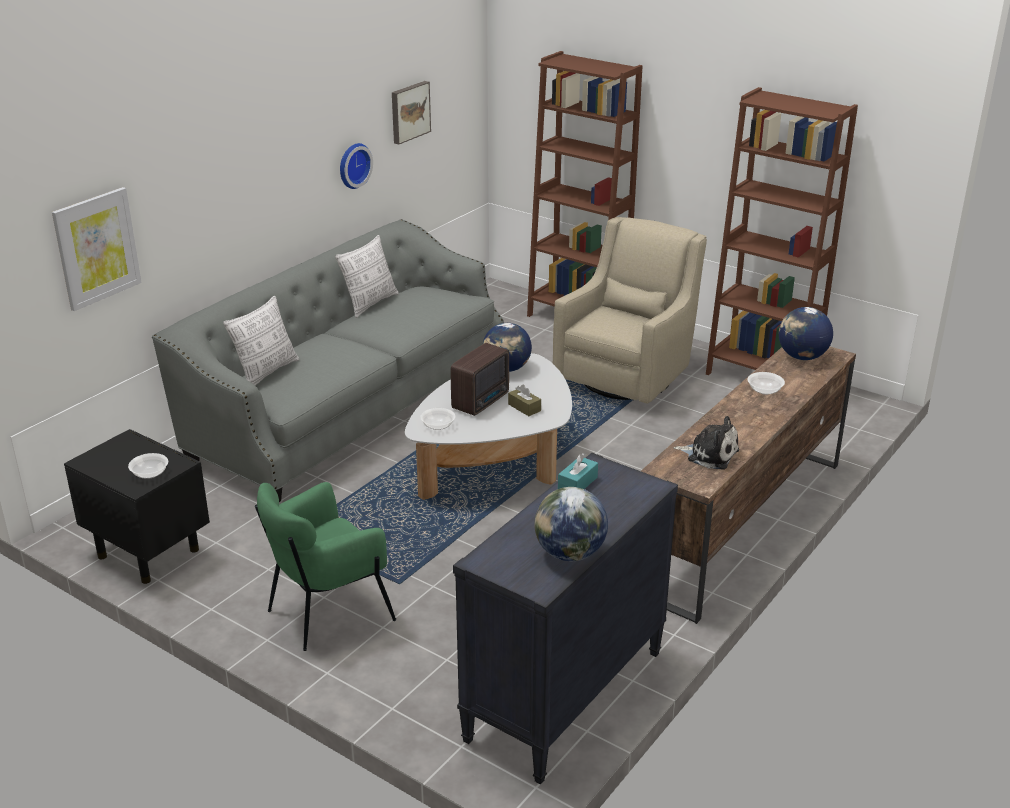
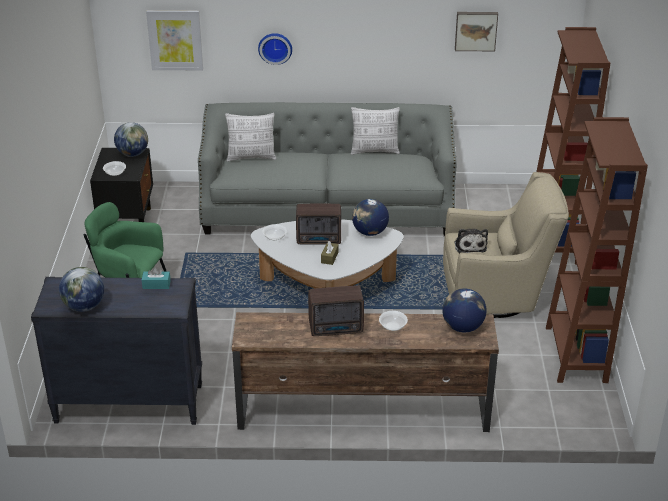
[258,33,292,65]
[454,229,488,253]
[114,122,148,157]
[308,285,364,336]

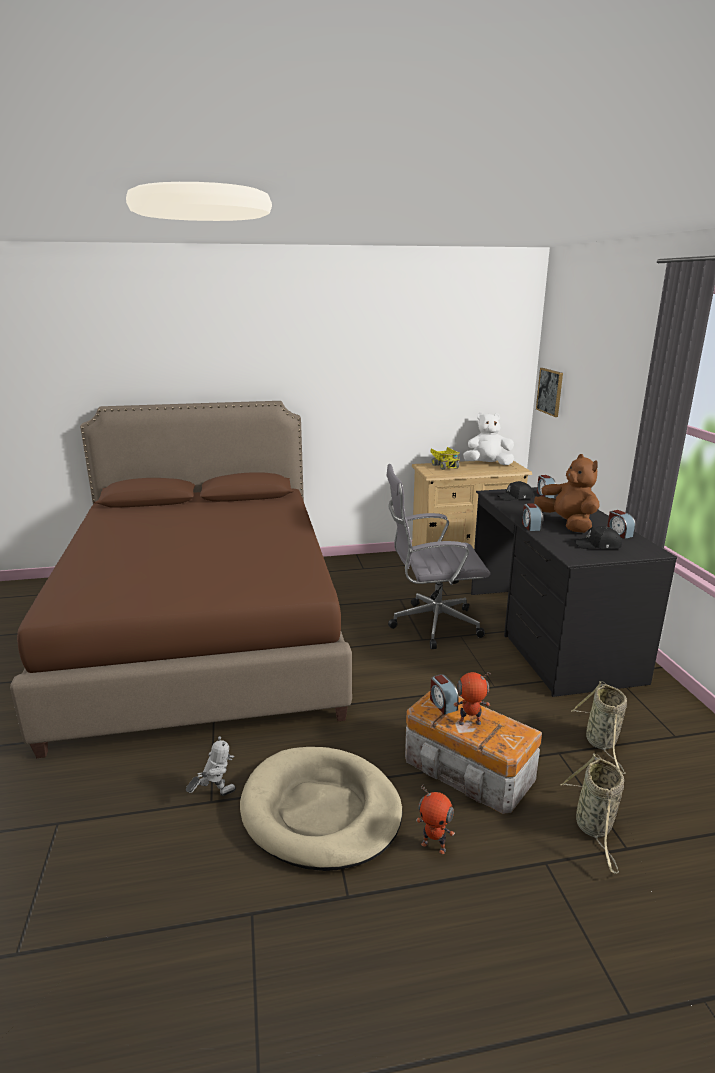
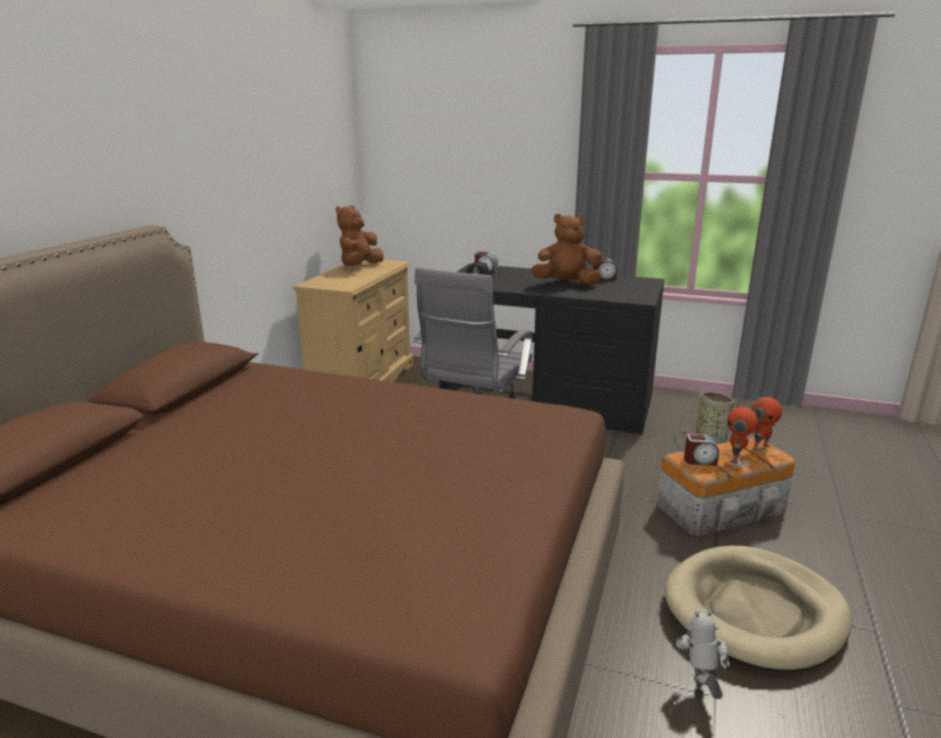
[752,396,782,452]
[431,447,460,470] (first image)
[336,205,384,266]
[522,503,543,531] (first image)
[536,368,563,417] (first image)
[561,753,624,874] (first image)
[574,526,622,549] (first image)

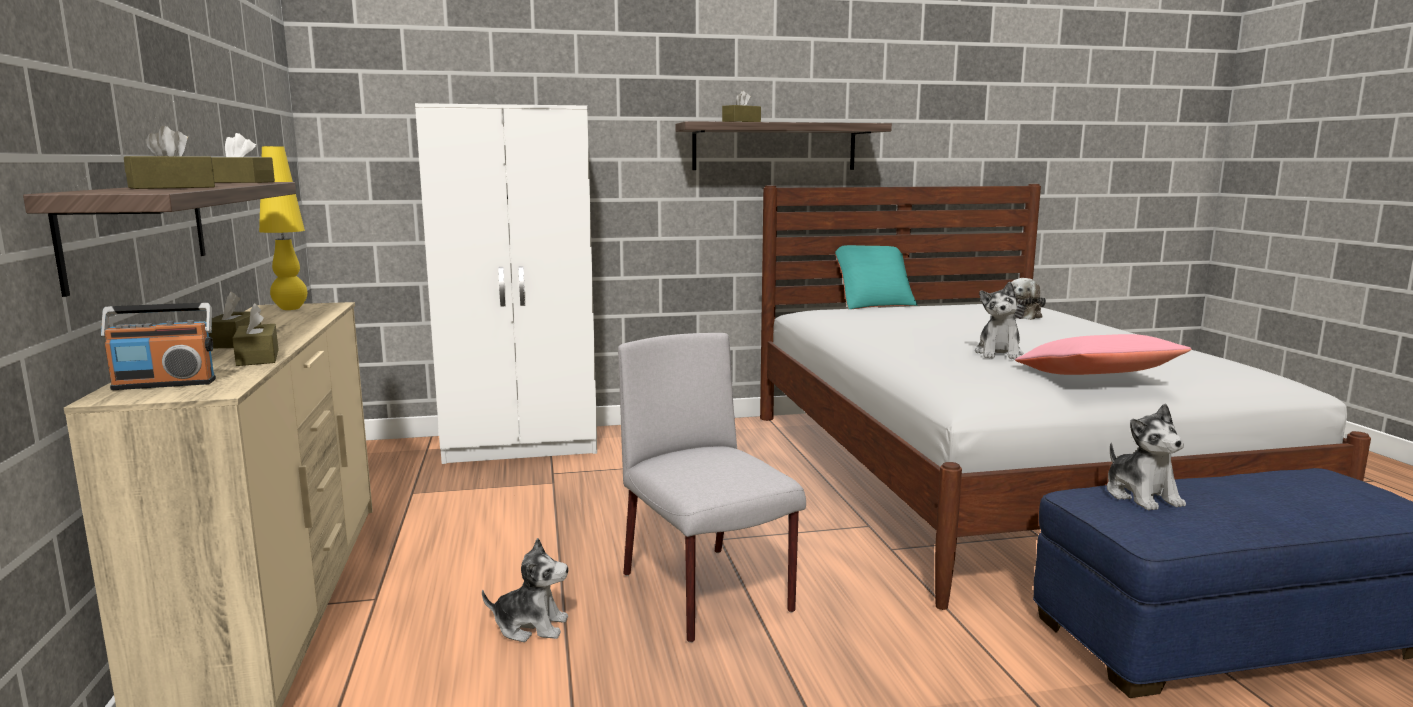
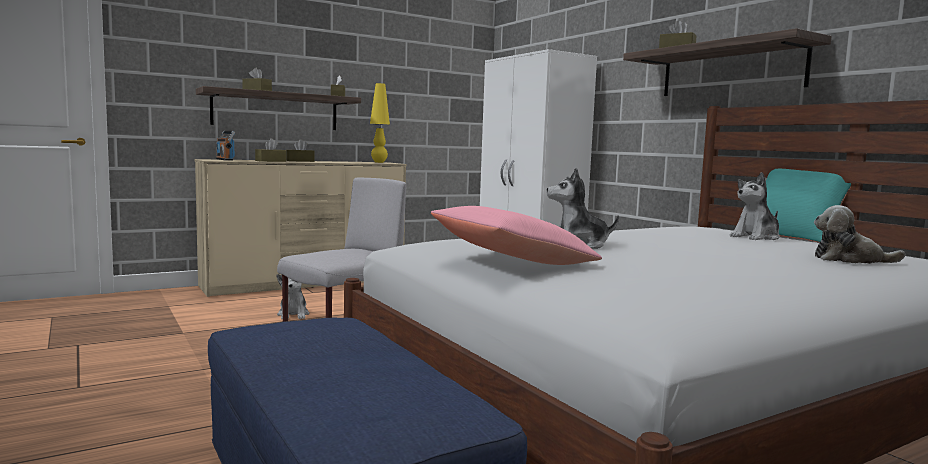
[730,172,780,240]

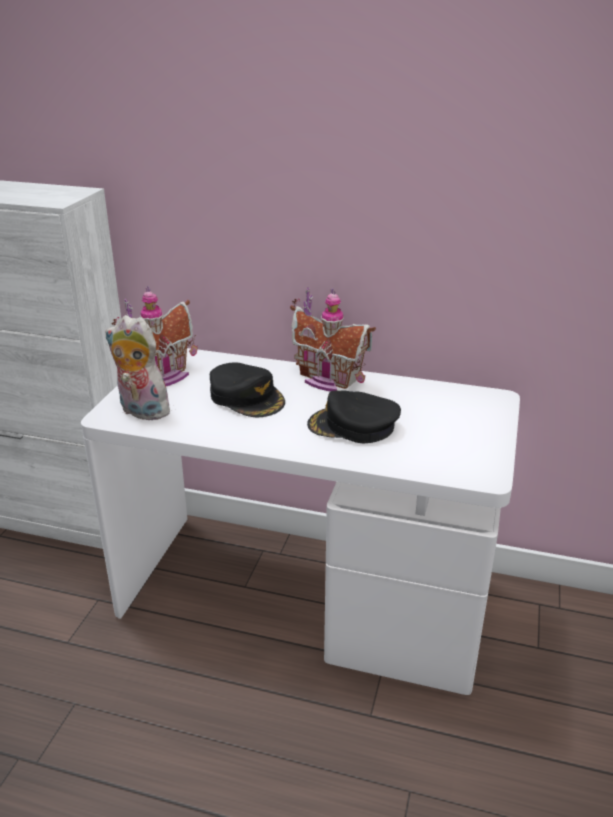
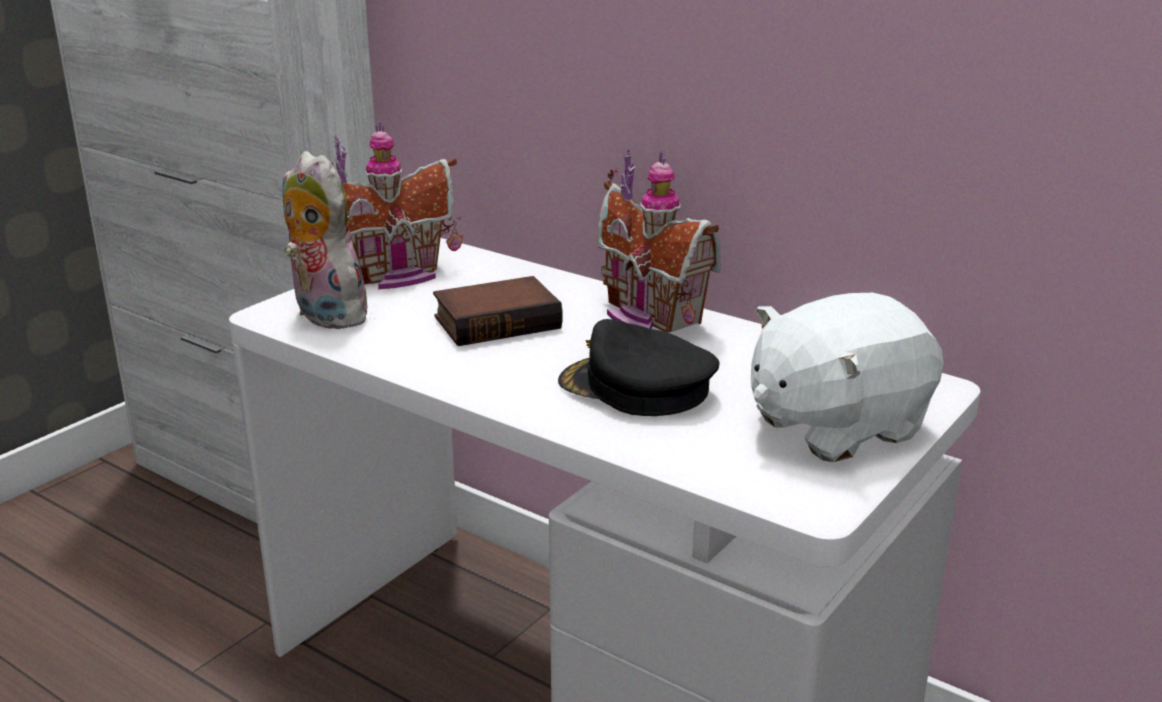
[433,276,563,346]
[751,293,944,462]

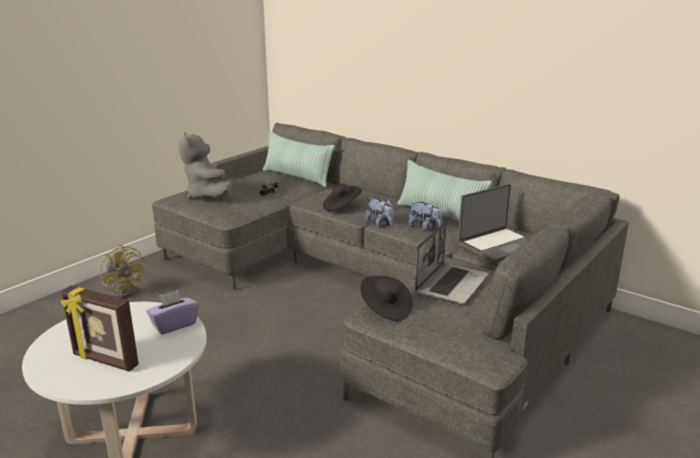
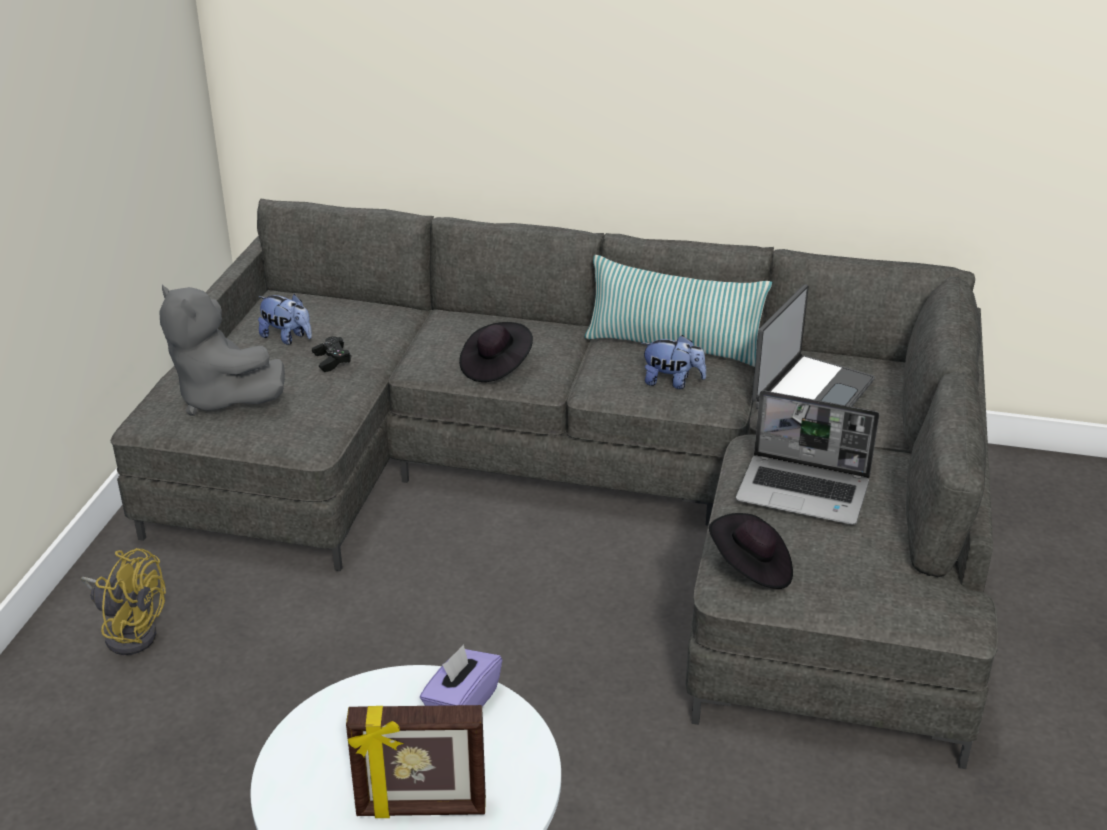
[263,132,335,187] (first image)
[258,294,312,345]
[736,390,879,525]

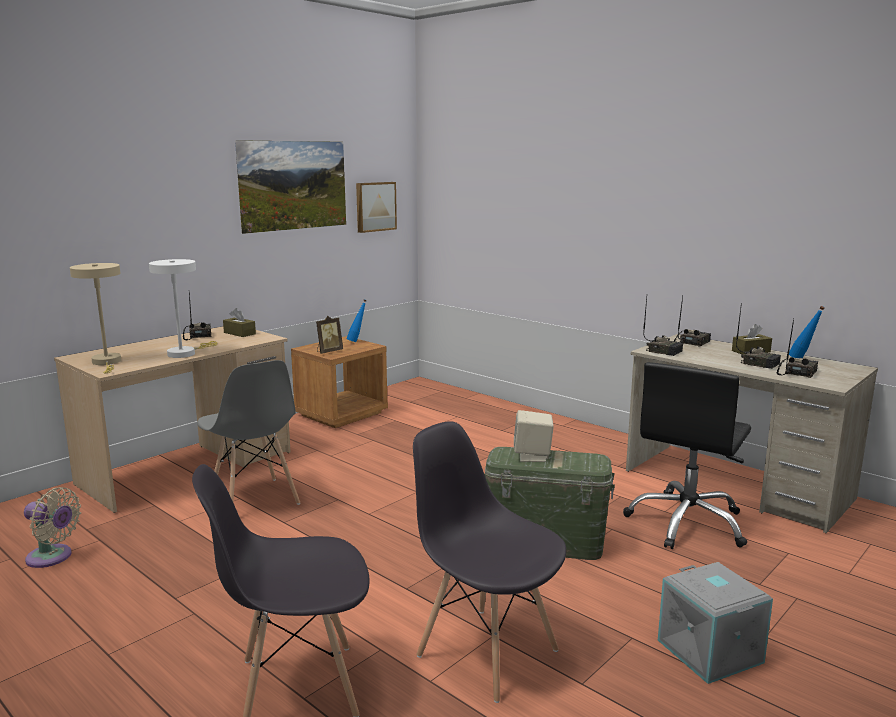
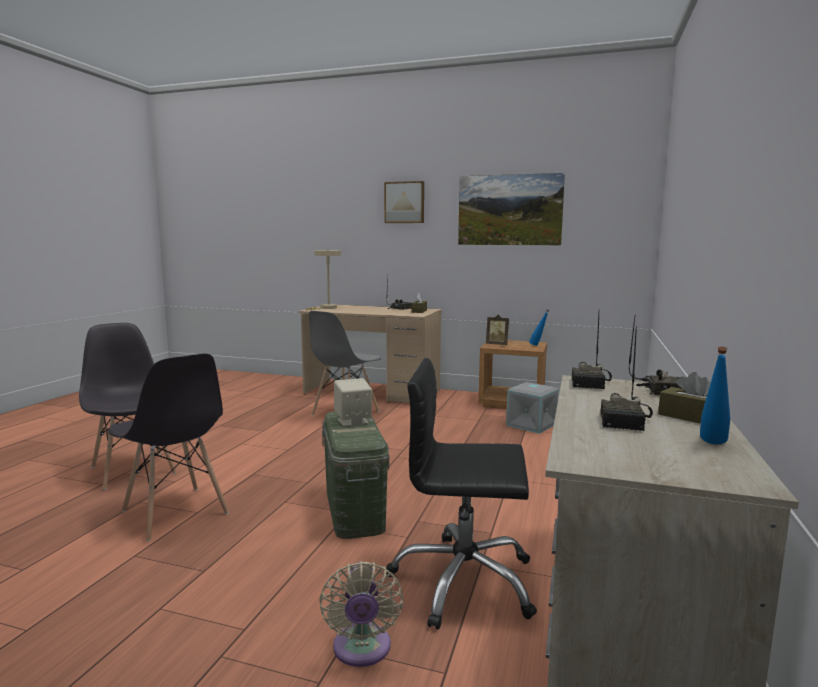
[319,561,403,667]
[149,259,217,358] (first image)
[384,181,424,223]
[108,354,229,542]
[506,382,559,434]
[777,318,818,378] (first image)

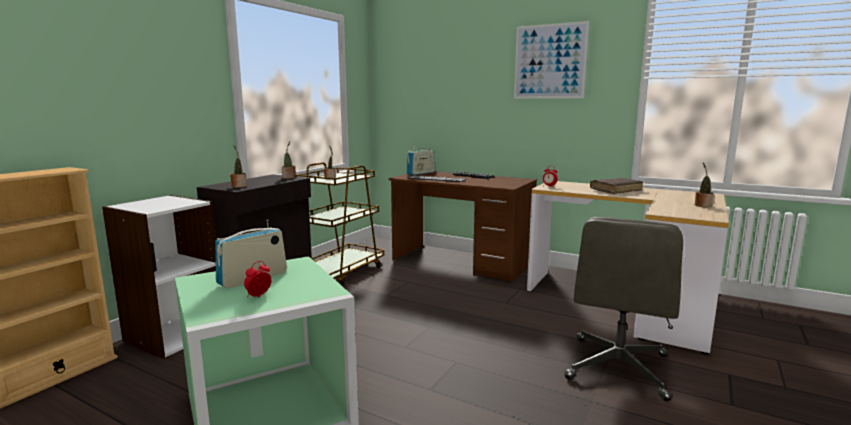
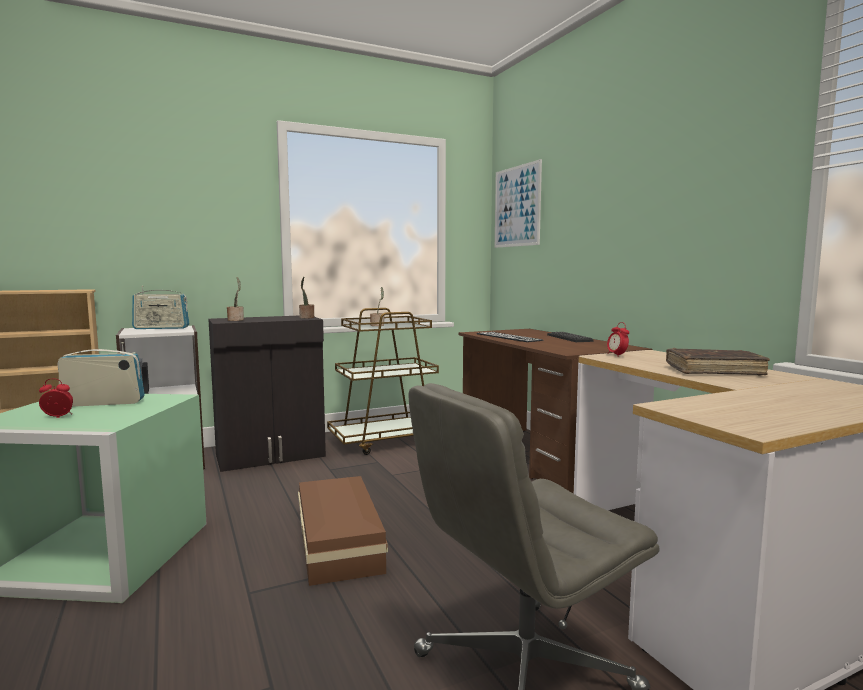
[132,286,189,329]
[495,159,542,248]
[695,162,714,207] (first image)
[298,476,388,586]

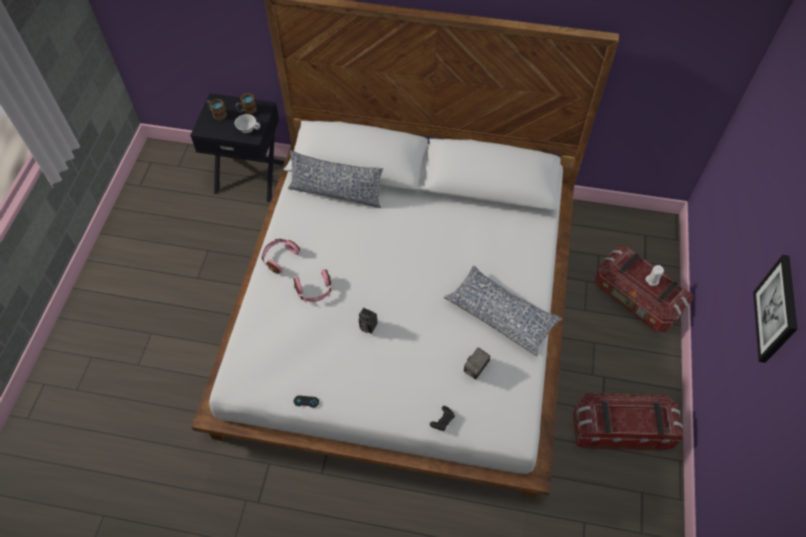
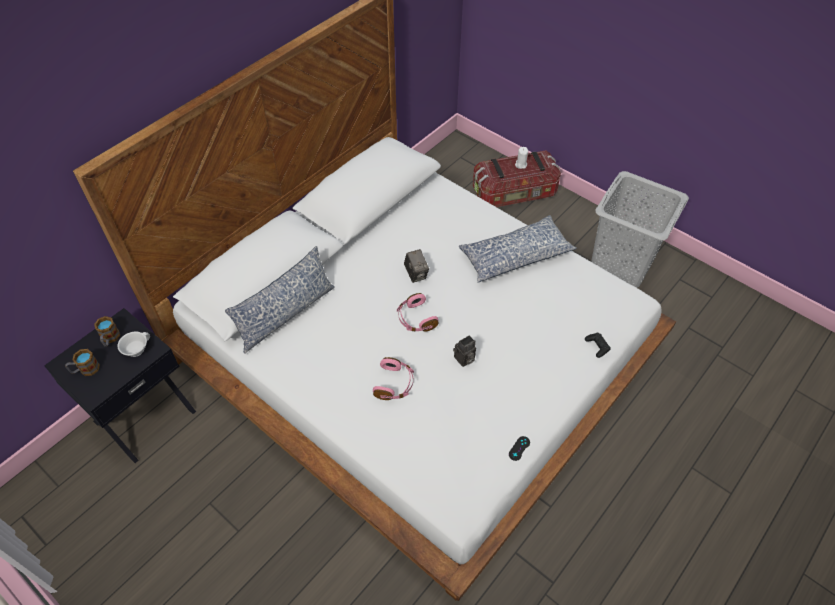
[397,293,438,332]
[404,249,429,283]
[591,171,689,288]
[753,255,798,363] (first image)

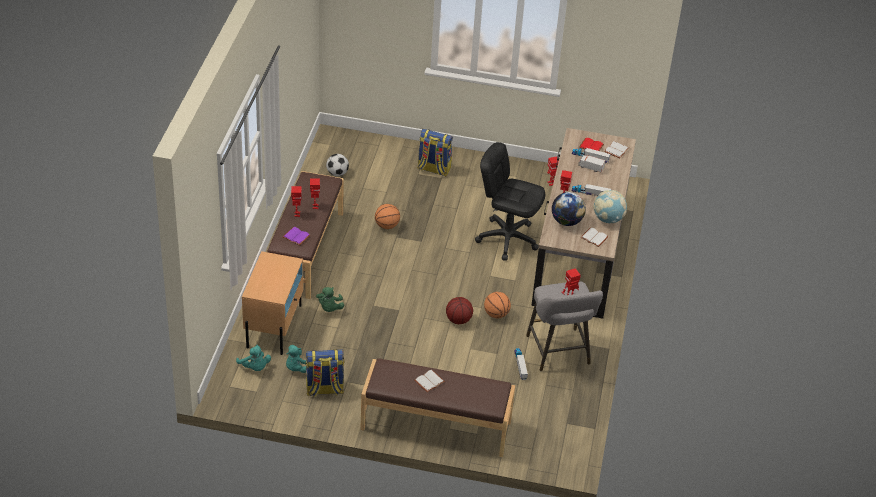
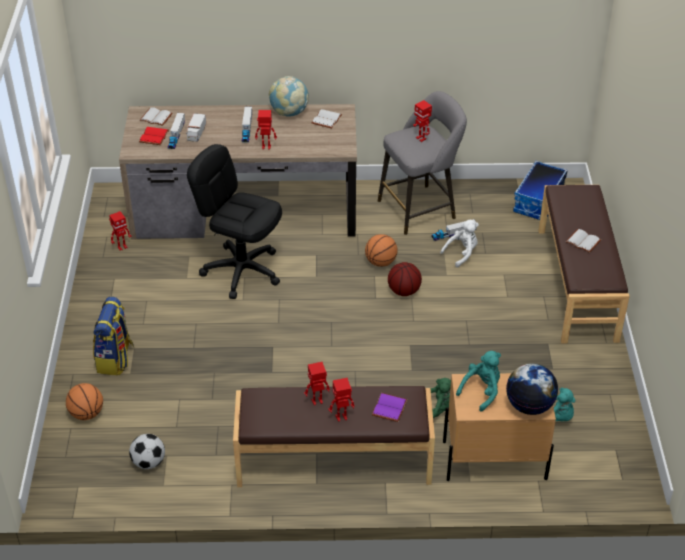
[456,351,501,412]
[306,349,344,397] (first image)
[66,383,103,420]
[187,144,282,299]
[506,363,558,415]
[440,220,479,267]
[513,161,568,220]

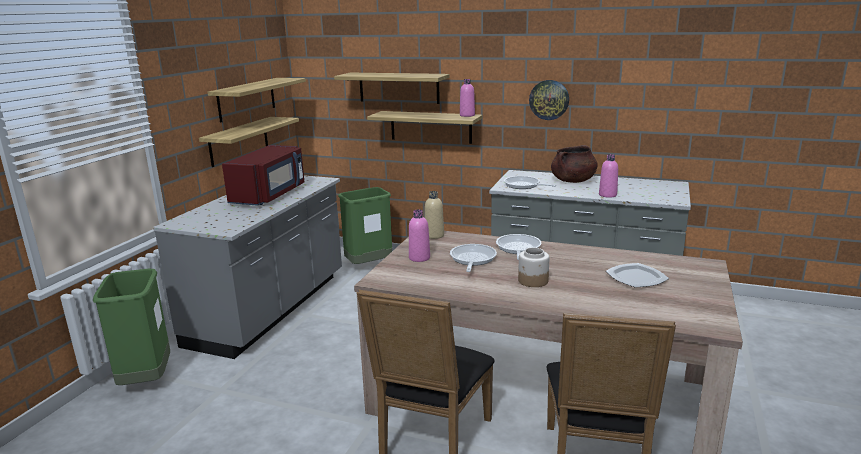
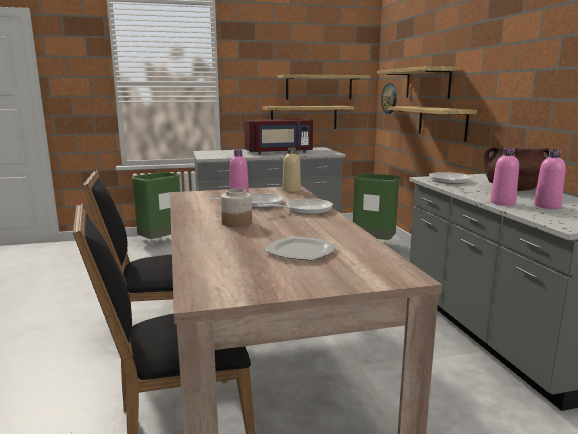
[534,149,566,209]
[381,83,397,114]

